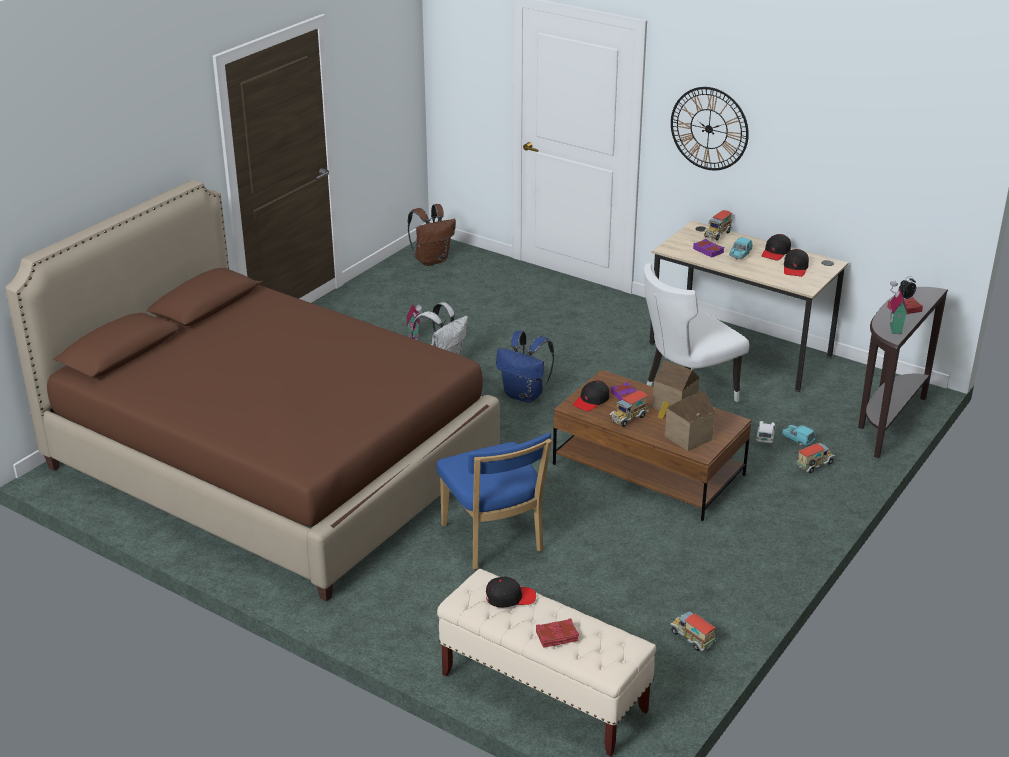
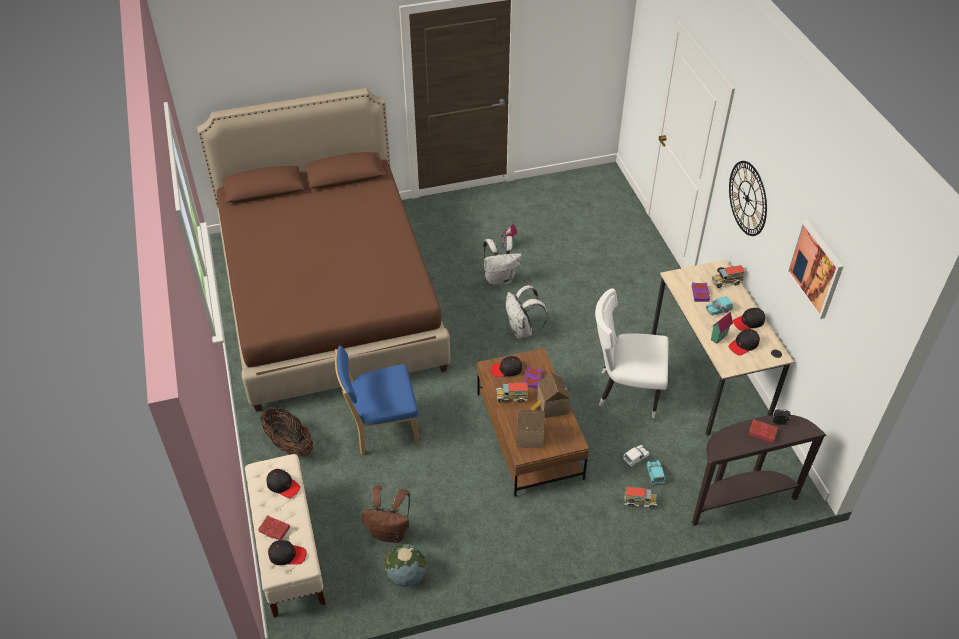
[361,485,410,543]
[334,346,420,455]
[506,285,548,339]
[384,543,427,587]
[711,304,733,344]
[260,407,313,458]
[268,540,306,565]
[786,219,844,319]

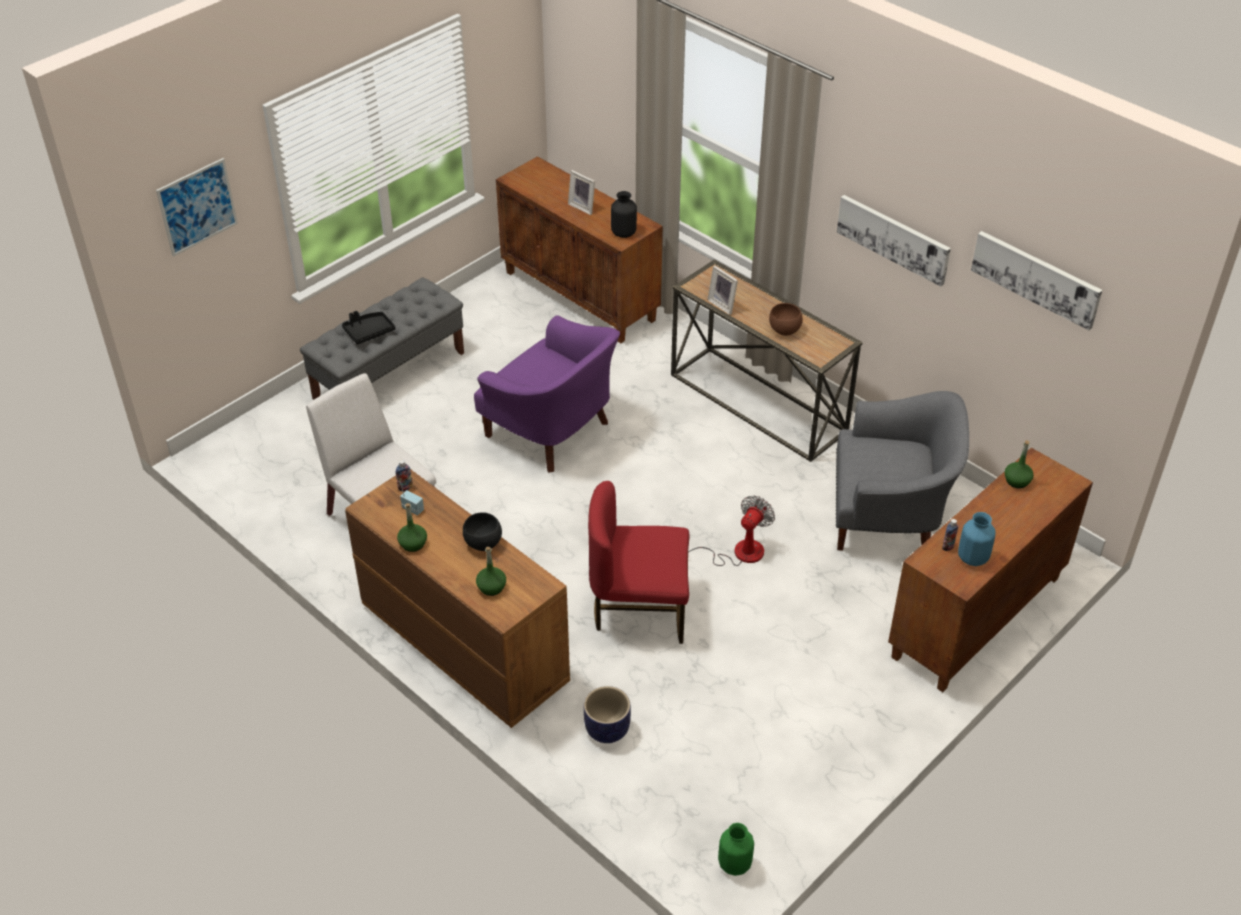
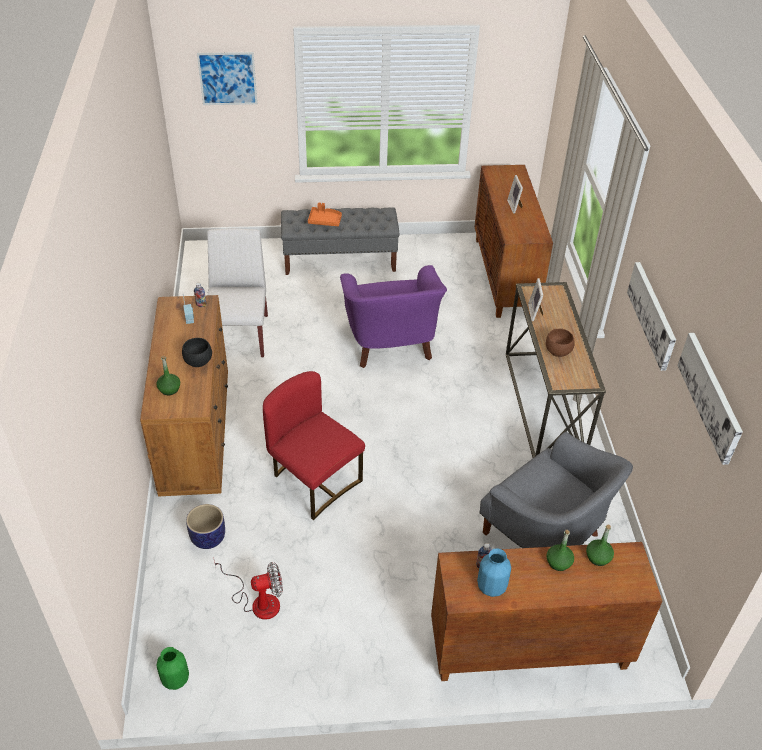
[308,203,342,226]
[546,530,574,571]
[611,191,637,238] (first image)
[214,561,283,619]

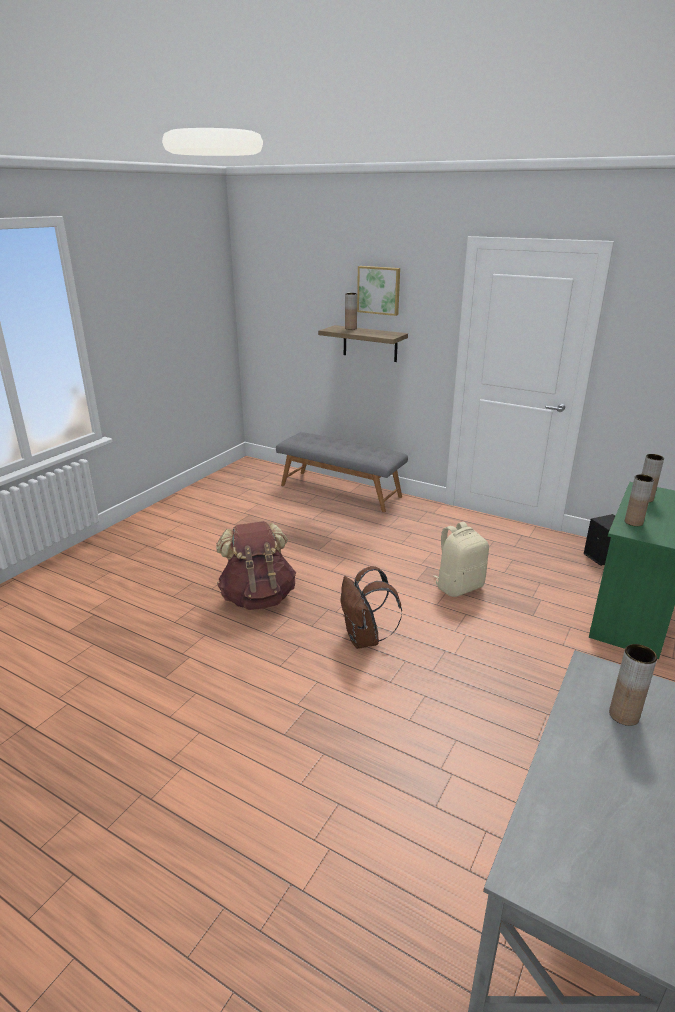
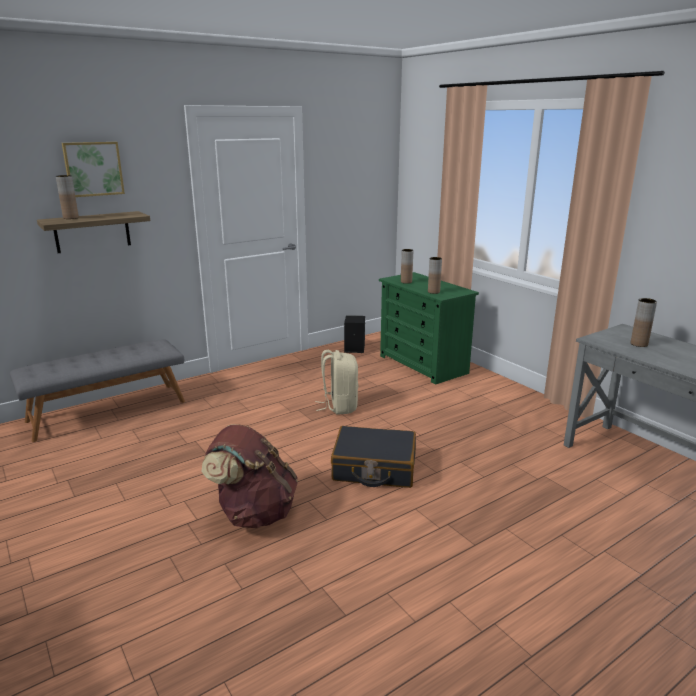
[331,426,416,488]

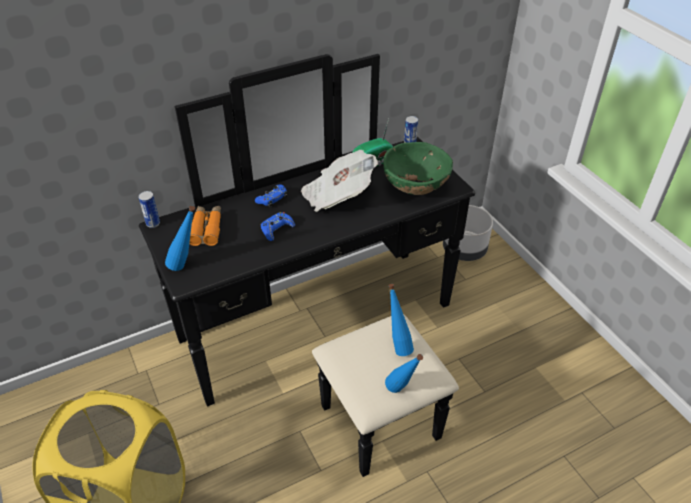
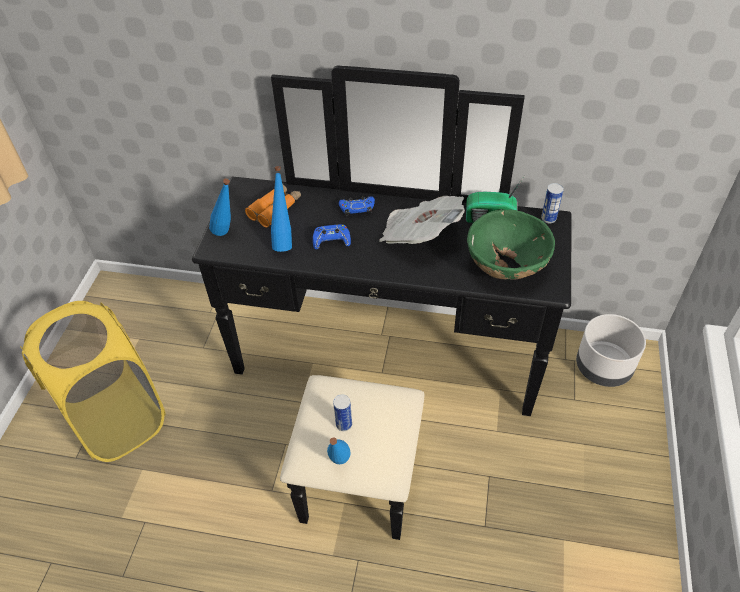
[333,395,352,431]
[271,166,292,252]

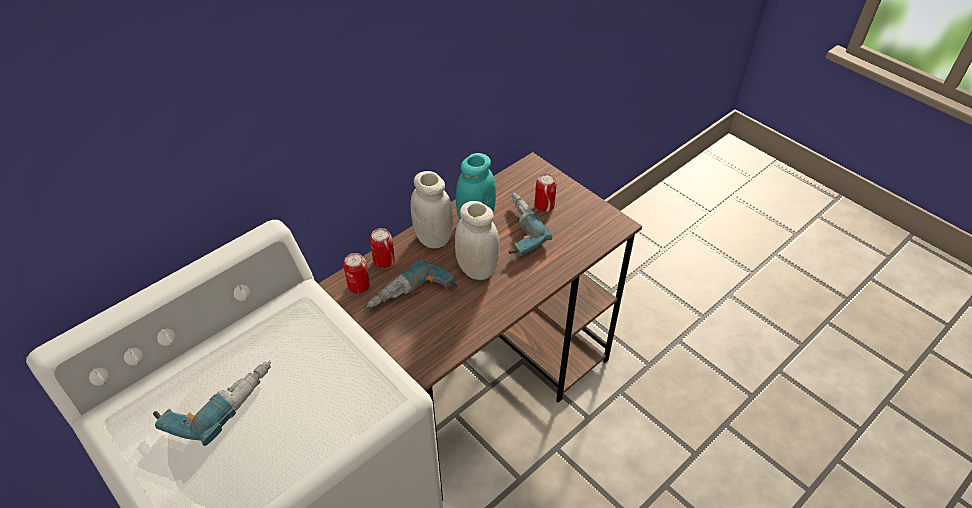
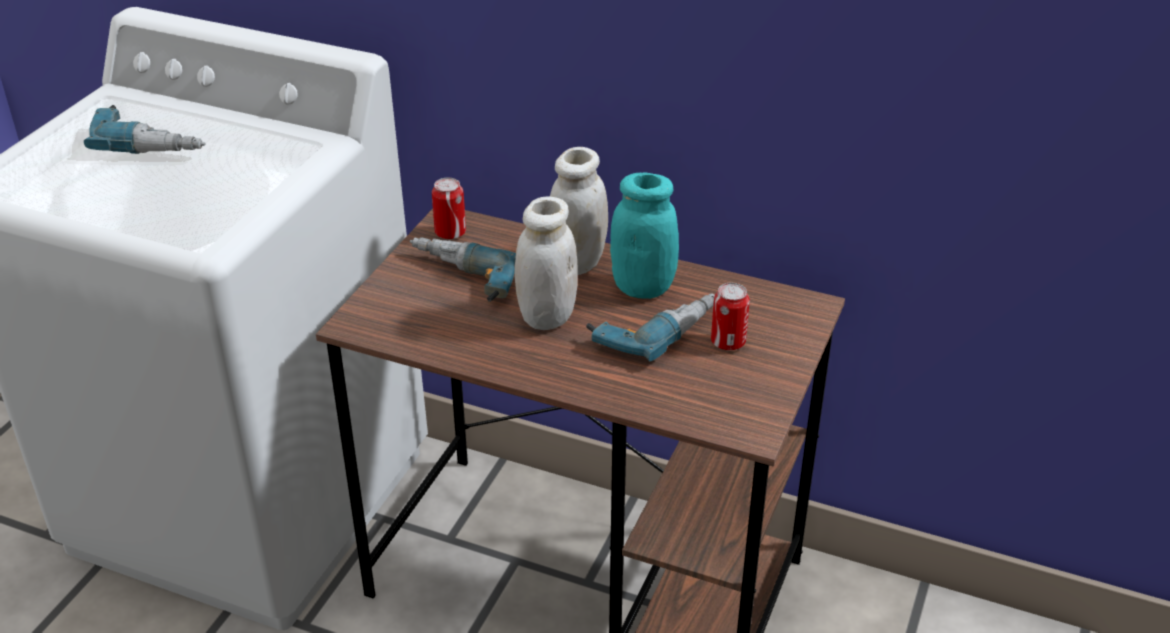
[370,228,395,268] (first image)

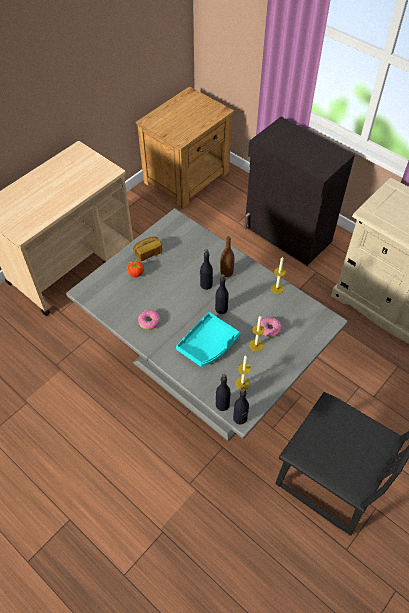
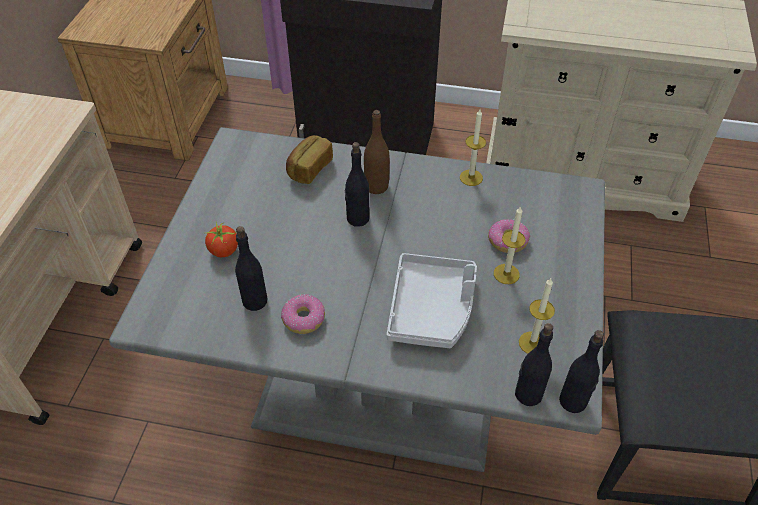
[286,135,333,184]
[387,253,477,348]
[235,226,268,311]

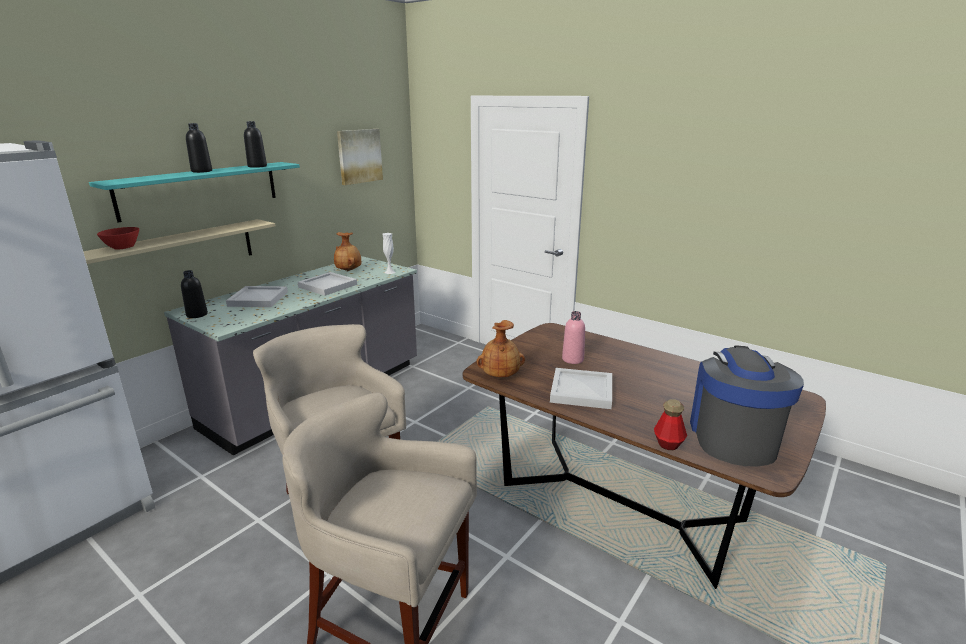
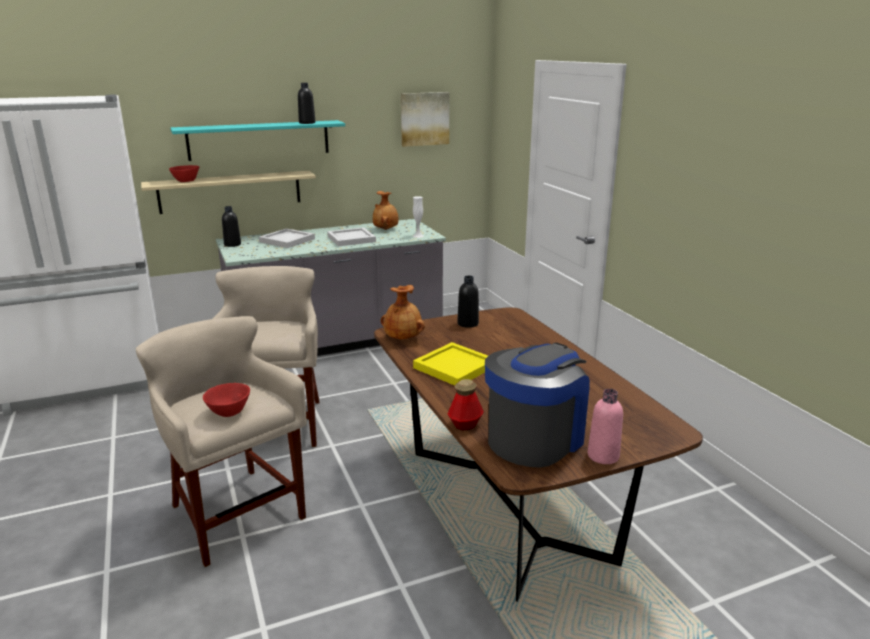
[457,276,479,328]
[413,342,488,386]
[588,389,623,464]
[203,383,250,417]

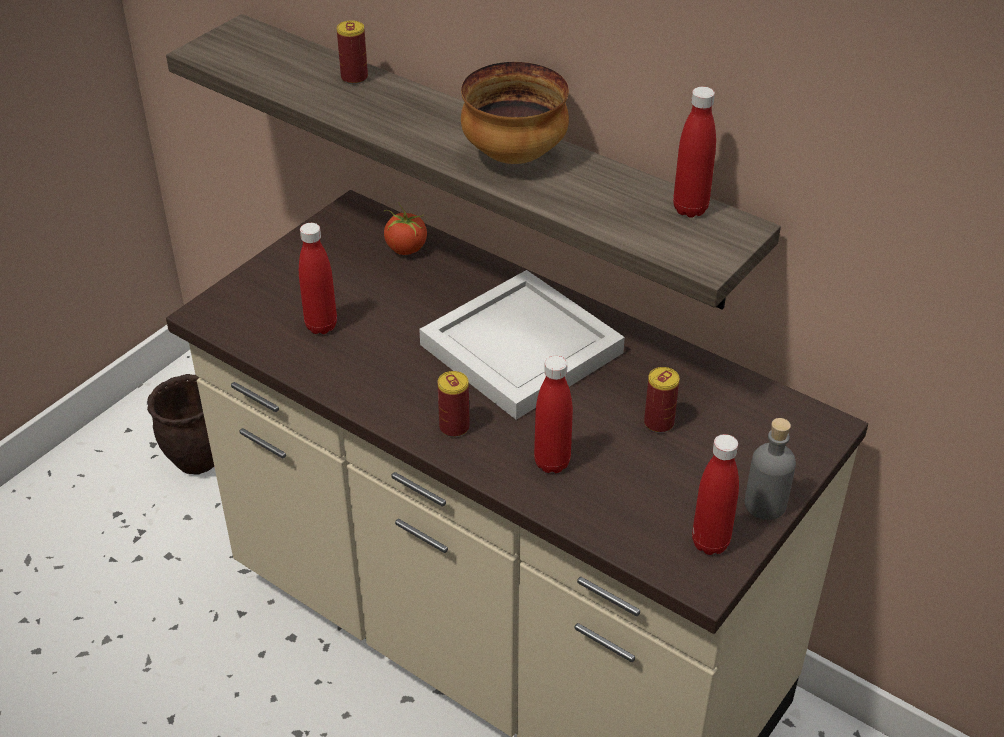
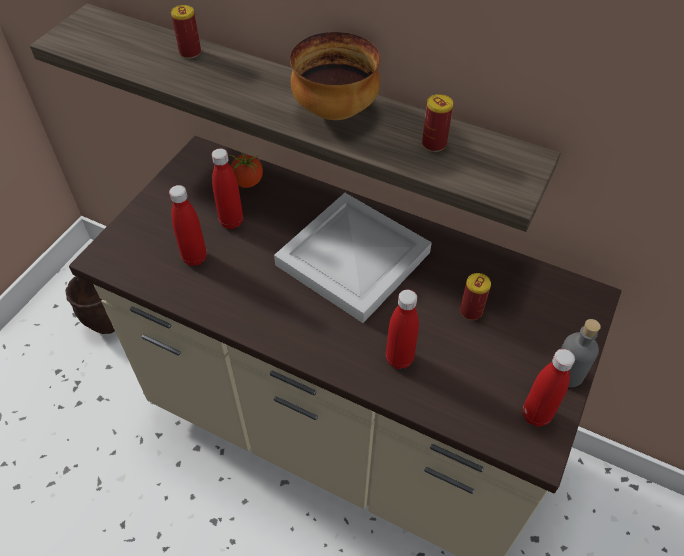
[422,94,453,152]
[212,149,243,229]

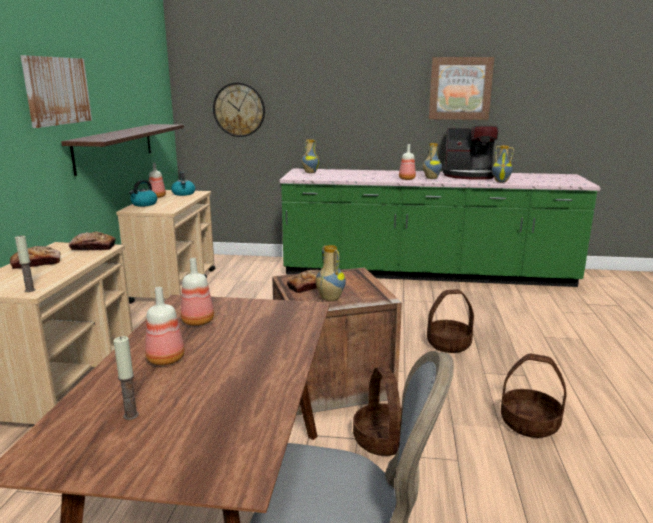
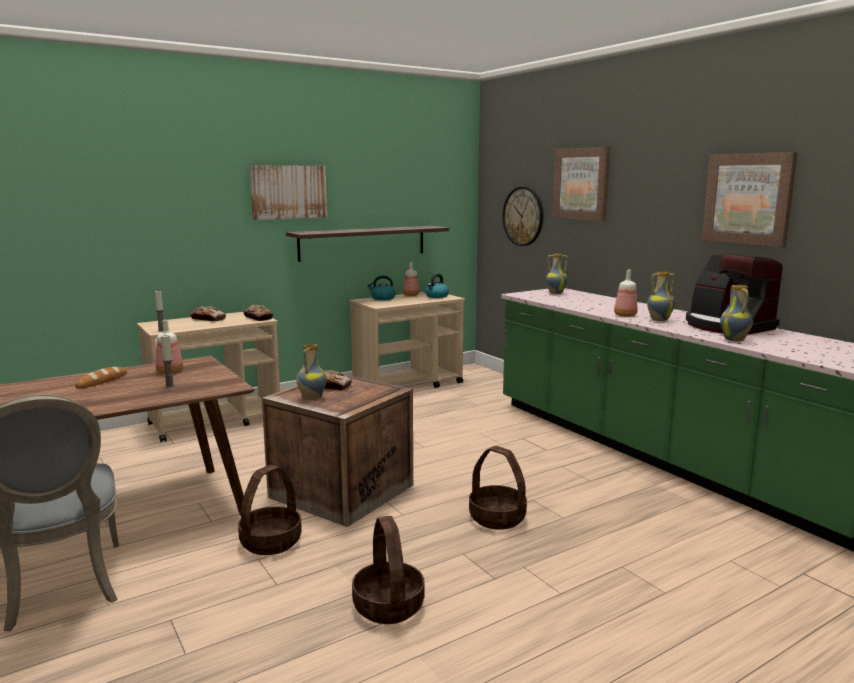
[161,335,175,388]
[75,367,127,388]
[553,147,610,221]

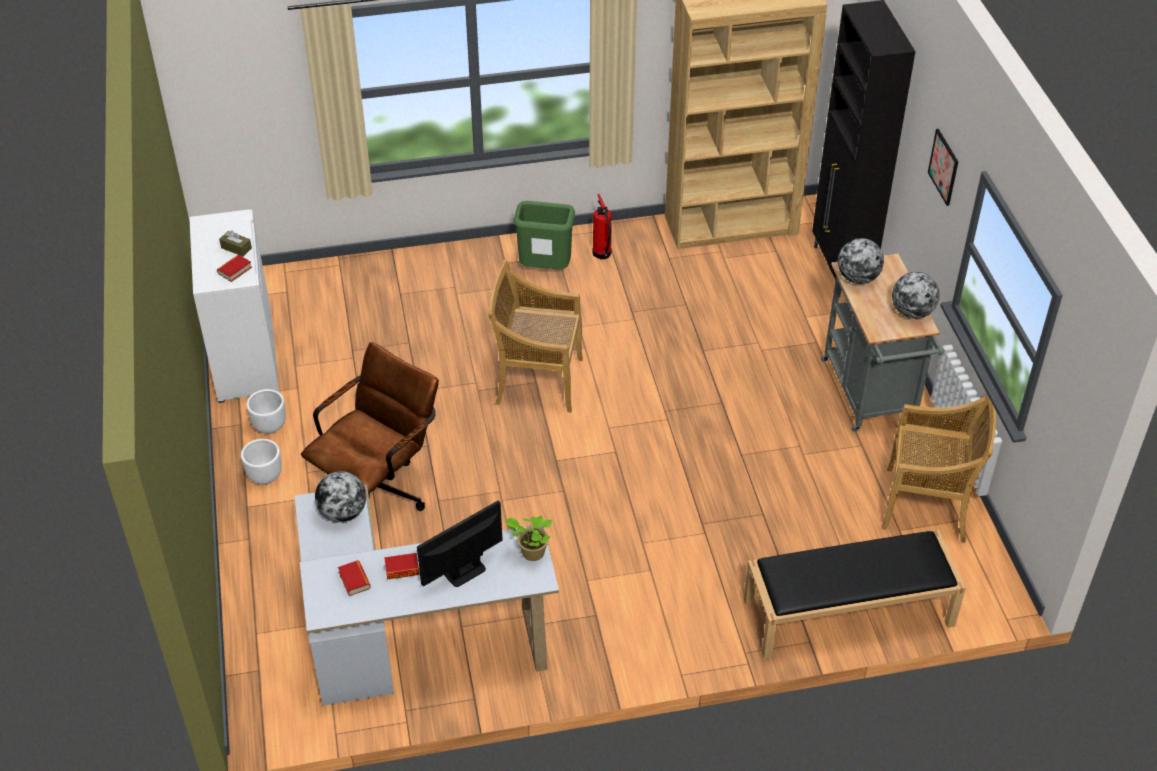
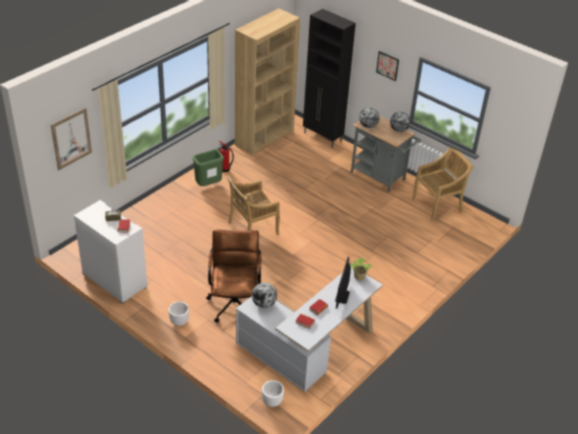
[262,380,284,407]
[743,530,966,659] (first image)
[51,108,92,170]

